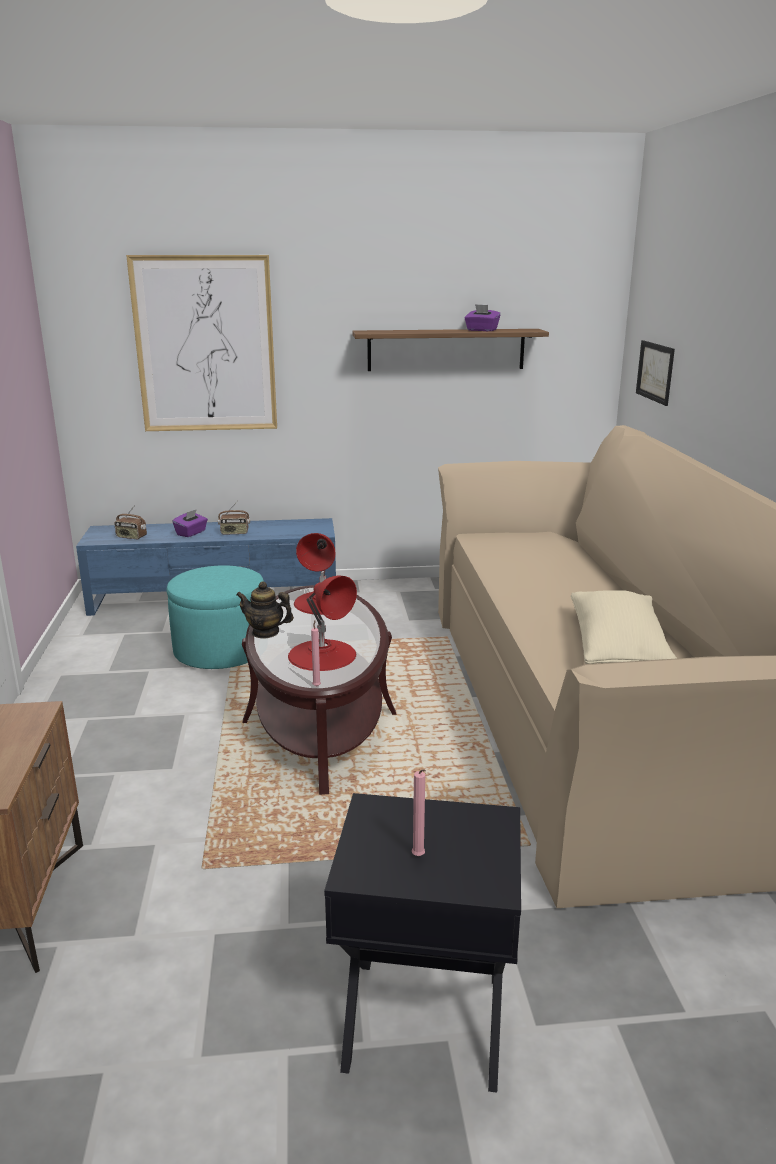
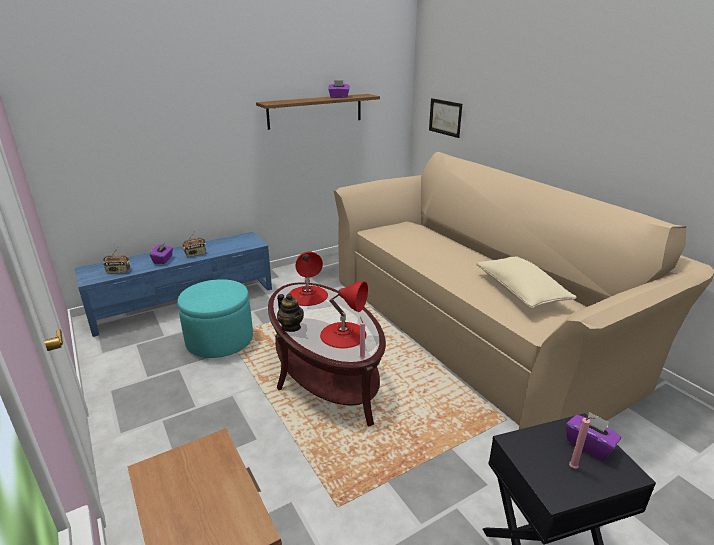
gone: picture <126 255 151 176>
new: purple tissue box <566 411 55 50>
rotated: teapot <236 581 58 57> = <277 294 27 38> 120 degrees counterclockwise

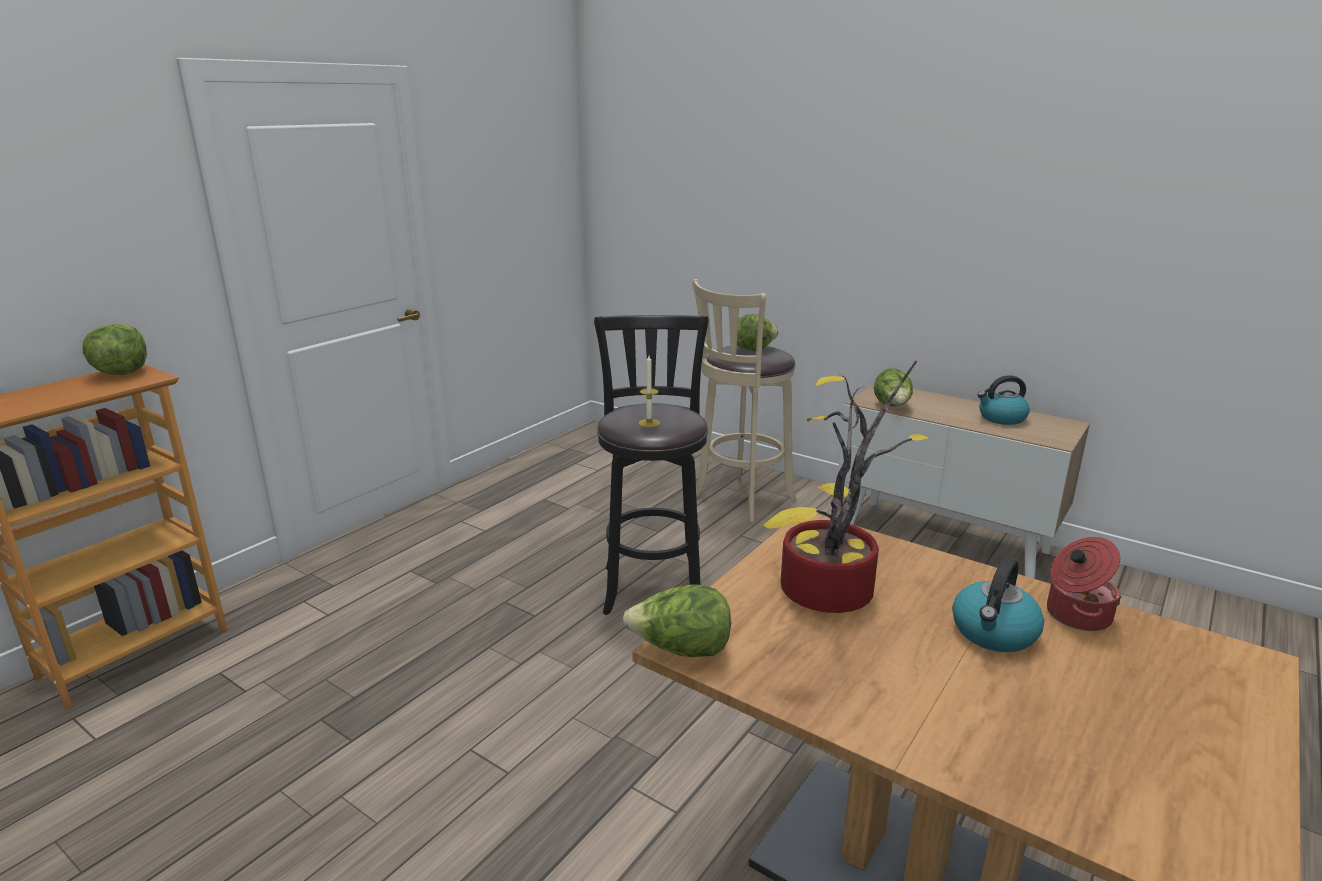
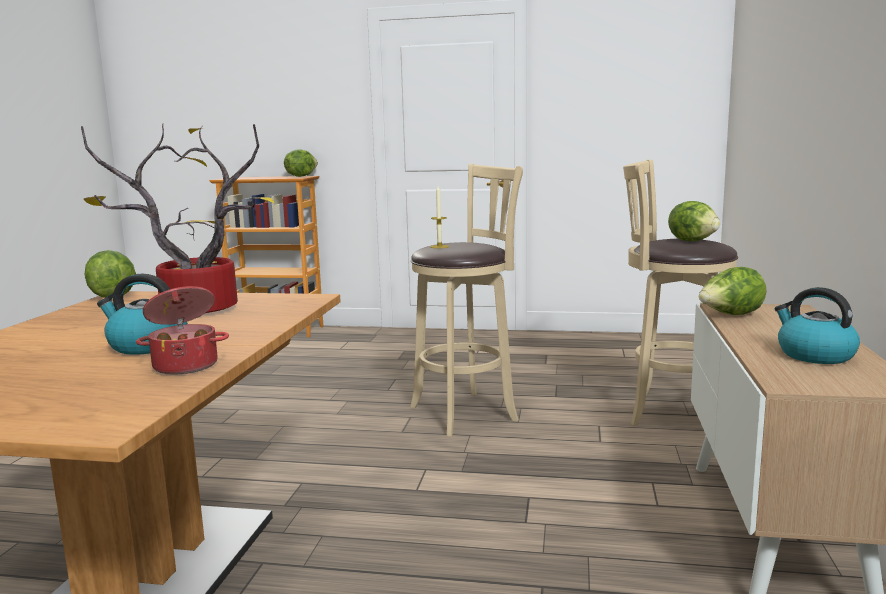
repainted: black stool <594 315 115 300> to beige stool <410 164 113 273>

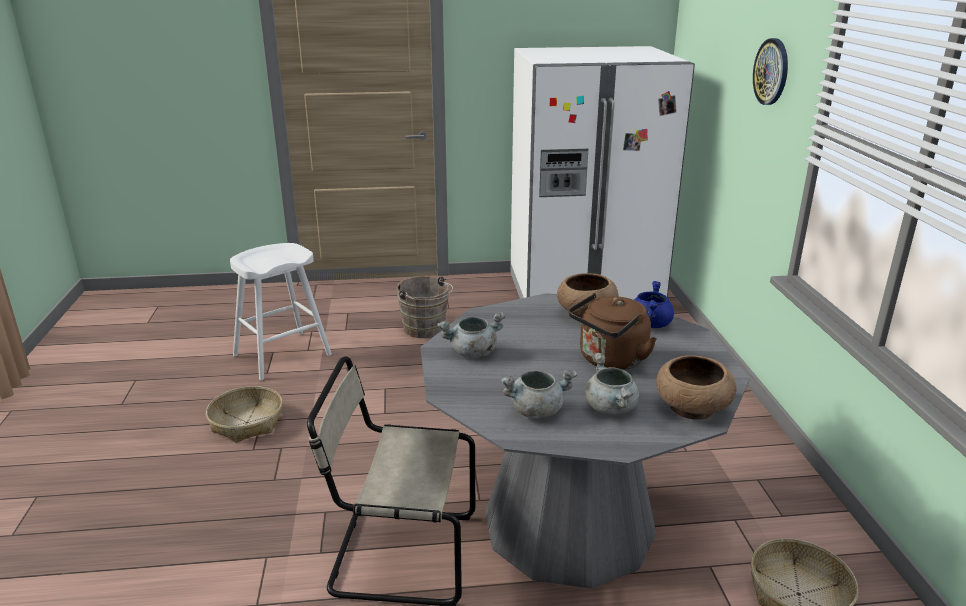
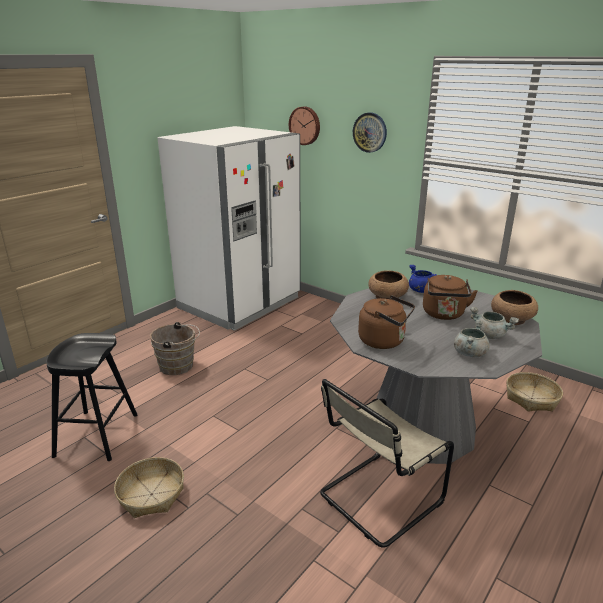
new: wall clock <289 107 31 38>
swapped: grey cooking pot <437 312 68 46> to brown kettle <358 295 57 54>
repainted: white stool <230 243 102 137> to black stool <46 333 92 128>

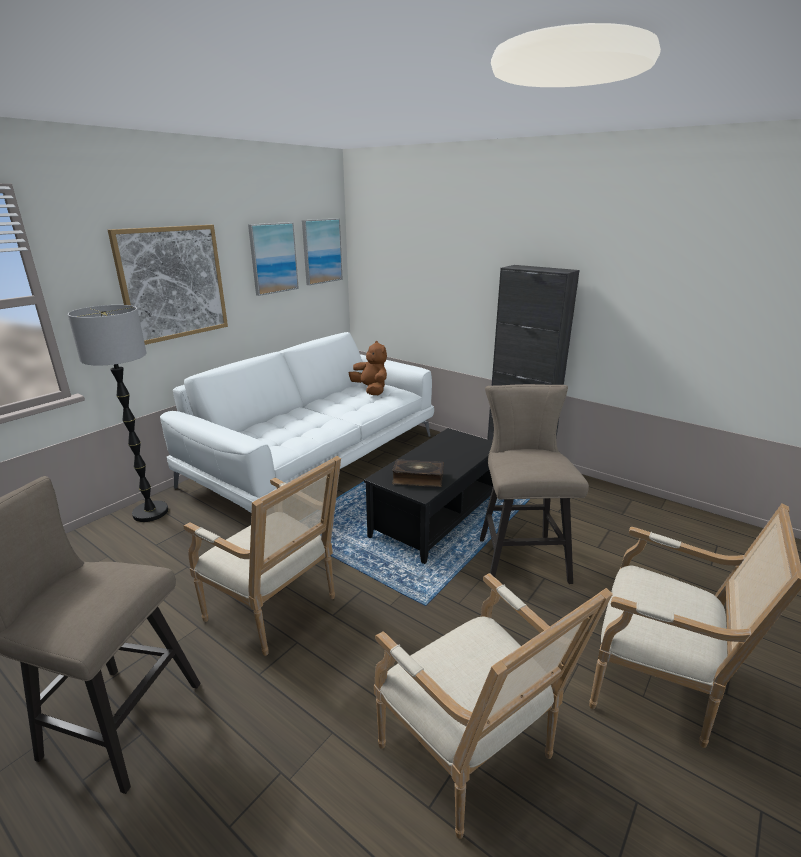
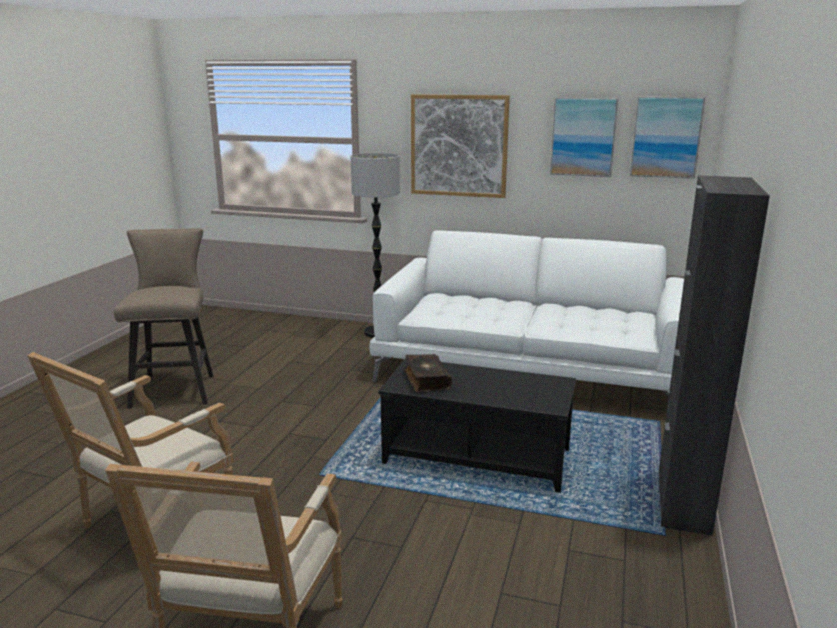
gone: brown plush toy <349 341 38 54>; beige stool <480 384 109 200>; armchair <183 456 158 200>

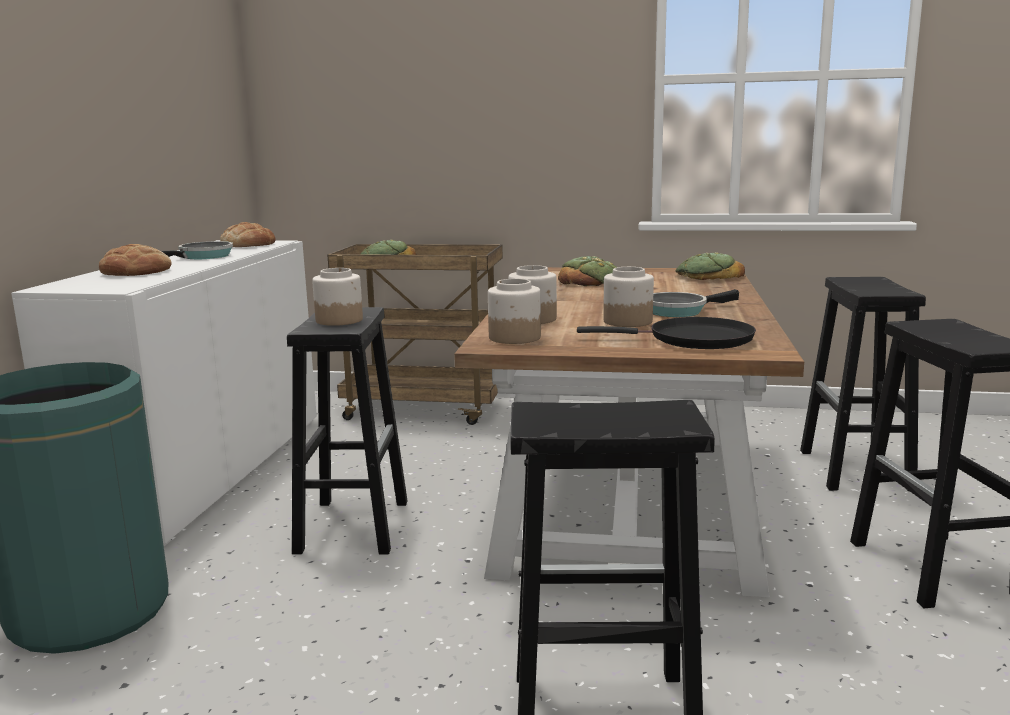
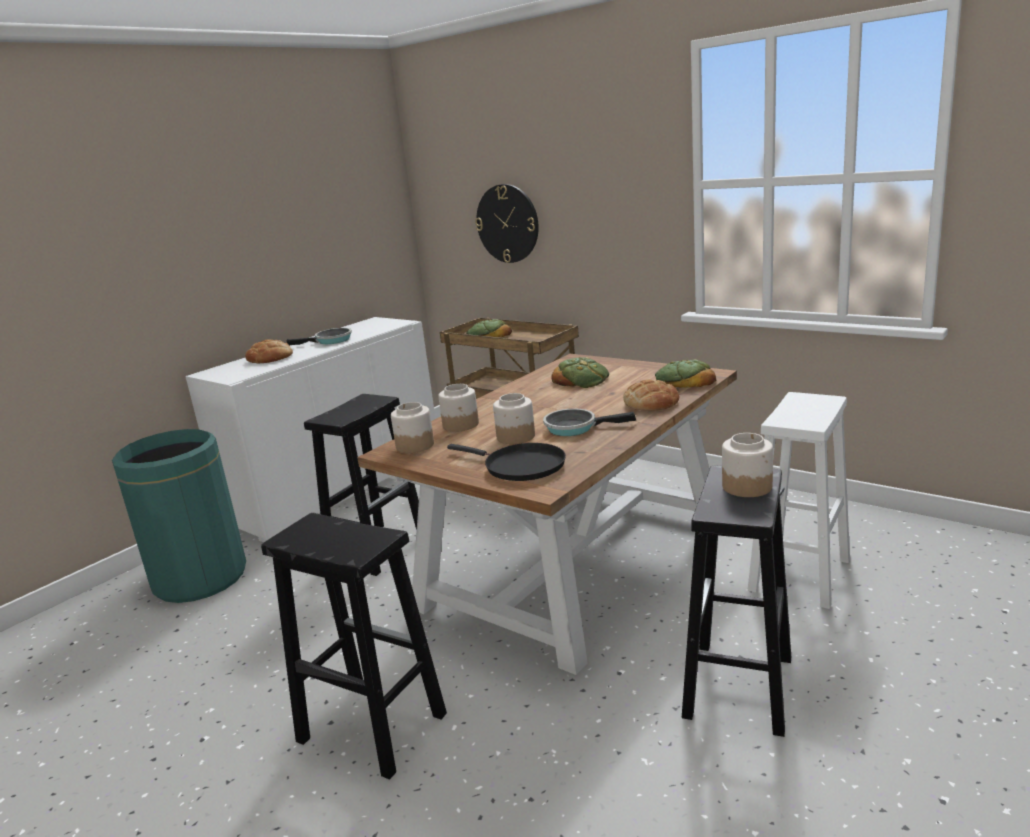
new: wall clock <475 184 64 79>
shifted: bread <220 222 56 25> to <623 379 56 32>; jar <312 268 51 58> to <722 433 51 64>
repainted: black stool <800 277 126 214> to white stool <748 392 102 217>

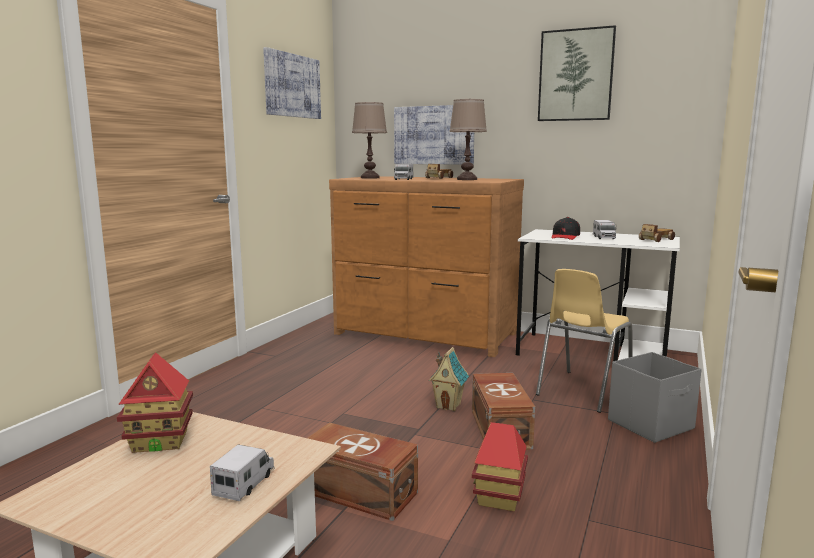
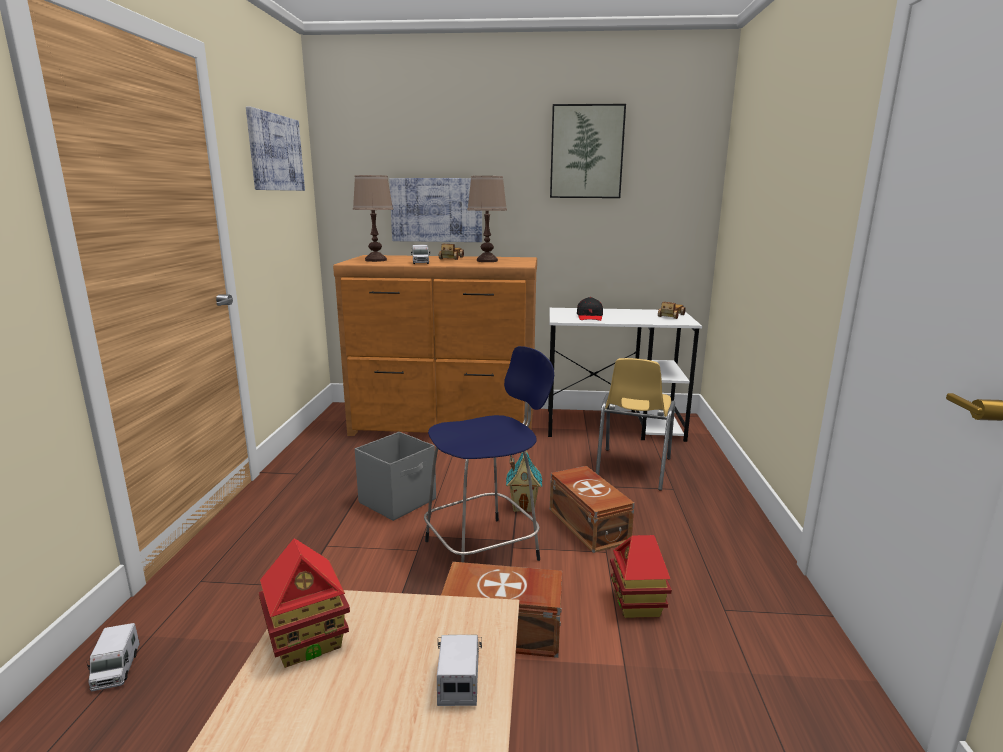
new: blue stool <424 346 130 216>
shifted: toy truck <593 220 23 19> to <86 623 54 68>; grey storage box <608 352 94 91> to <355 432 81 89>

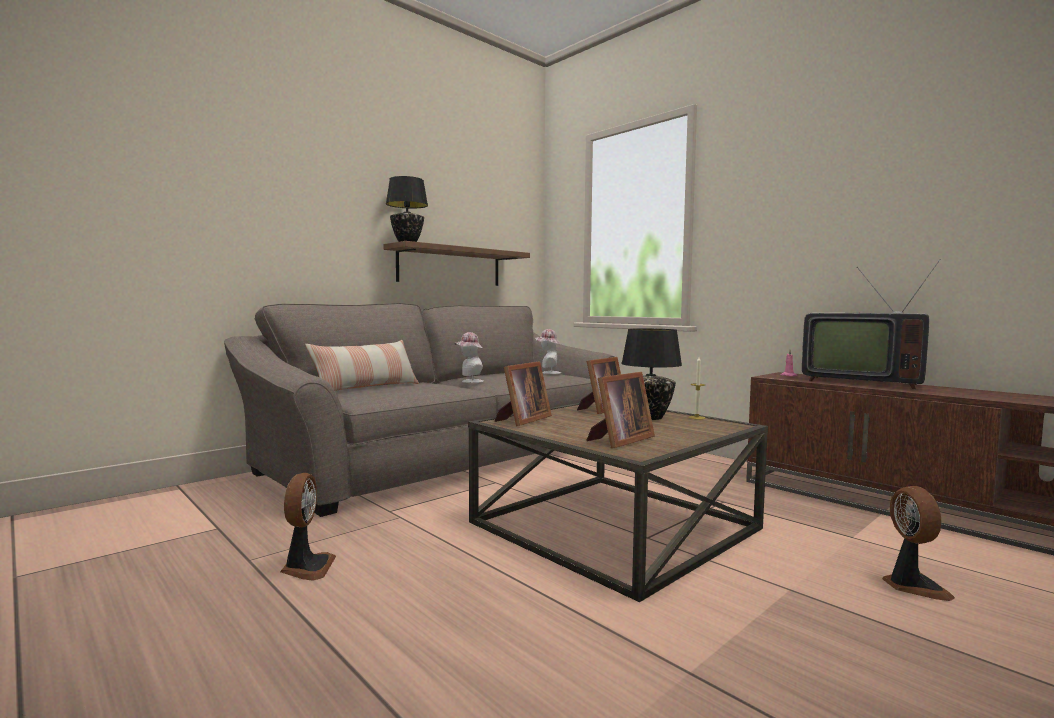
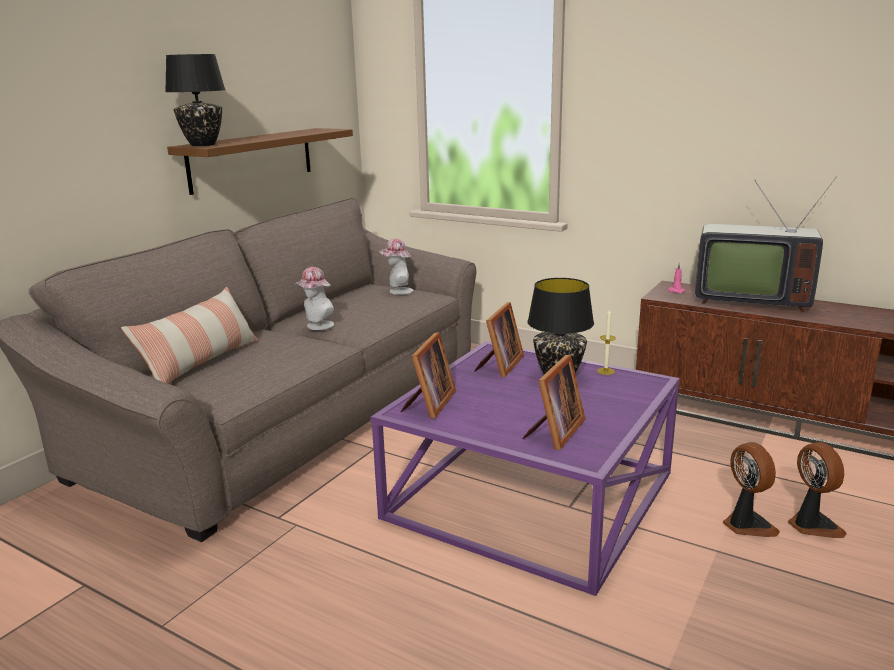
shifted: fan <280 473 56 107> to <723 442 57 95>
repainted: brown coffee table <468 402 300 200> to purple coffee table <371 341 308 255>

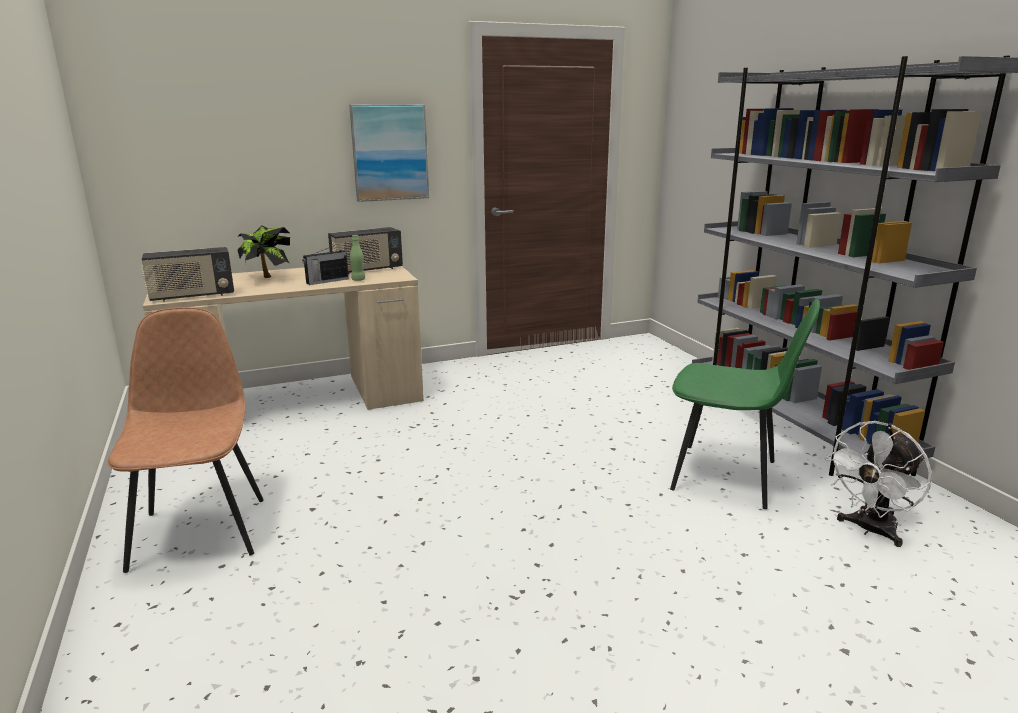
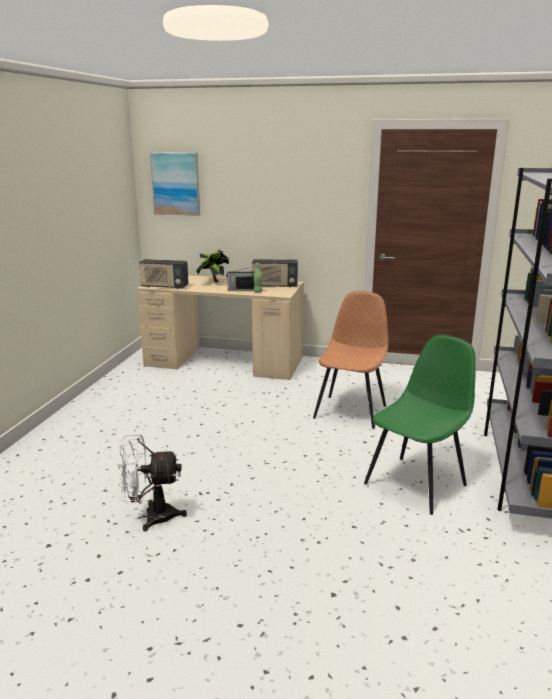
shifted: picture <349 104 80 98> to <150 152 50 64>; brown chair <107 307 157 266> to <313 291 75 138>; white fan <825 421 107 126> to <118 434 69 98>
rotated: green chair <670 298 150 211> = <364 335 112 180> 105 degrees counterclockwise

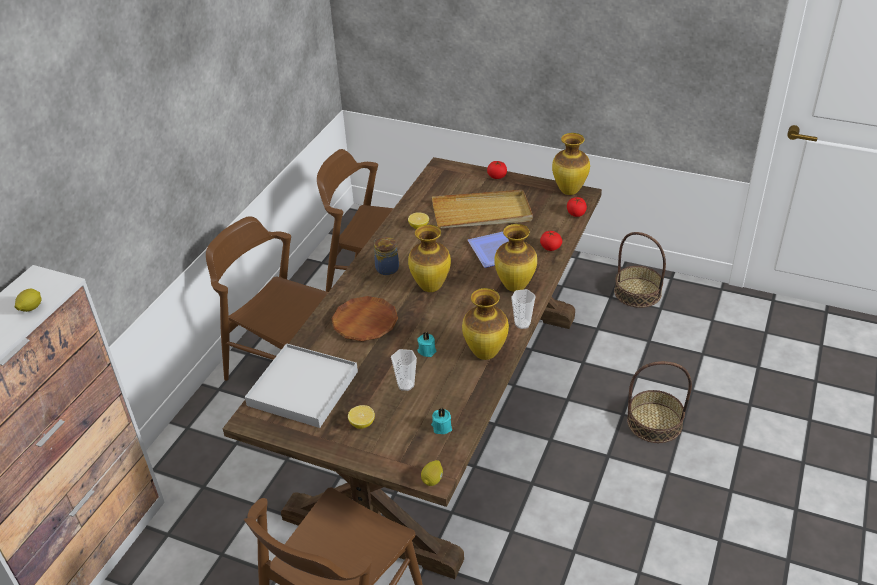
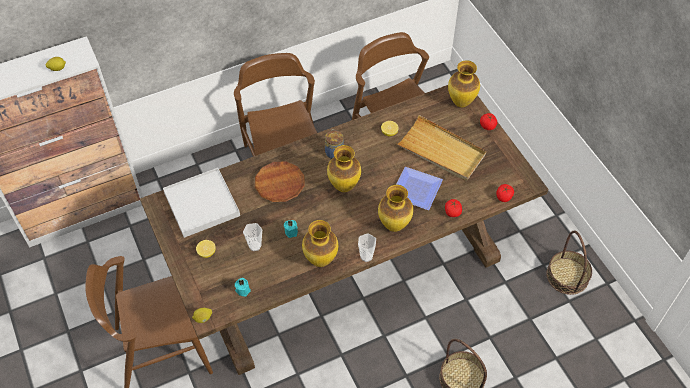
shifted: vase <552 133 38 62> to <448 60 32 47>

